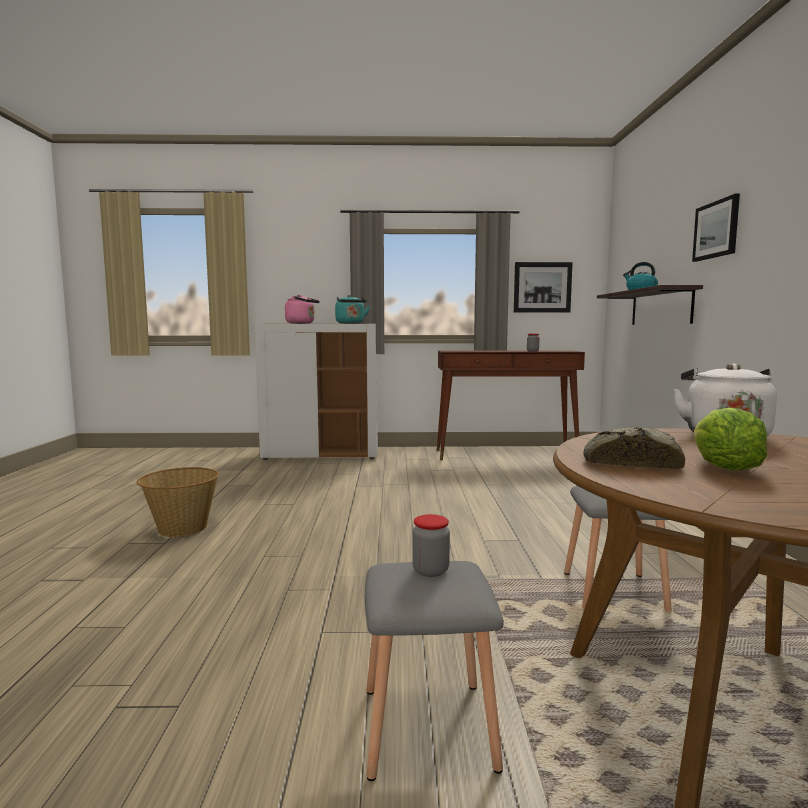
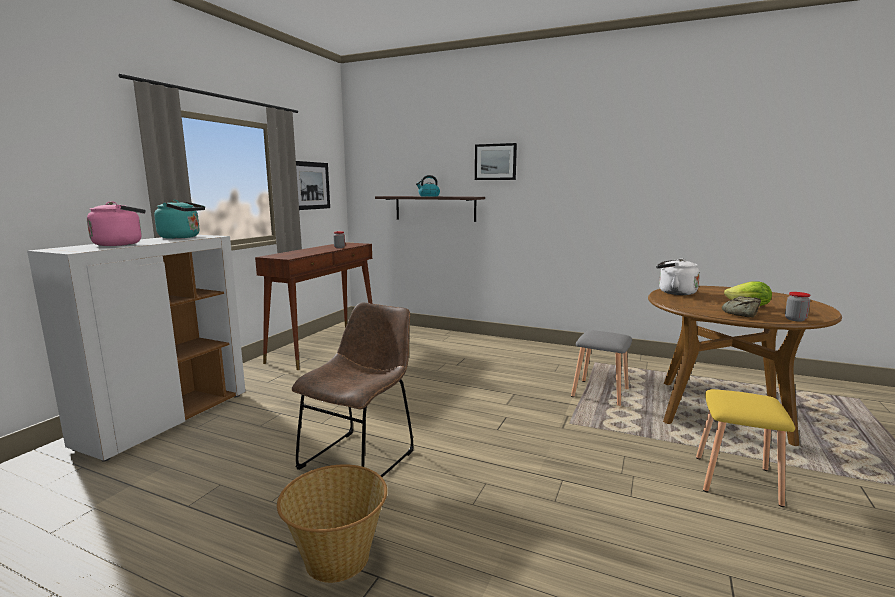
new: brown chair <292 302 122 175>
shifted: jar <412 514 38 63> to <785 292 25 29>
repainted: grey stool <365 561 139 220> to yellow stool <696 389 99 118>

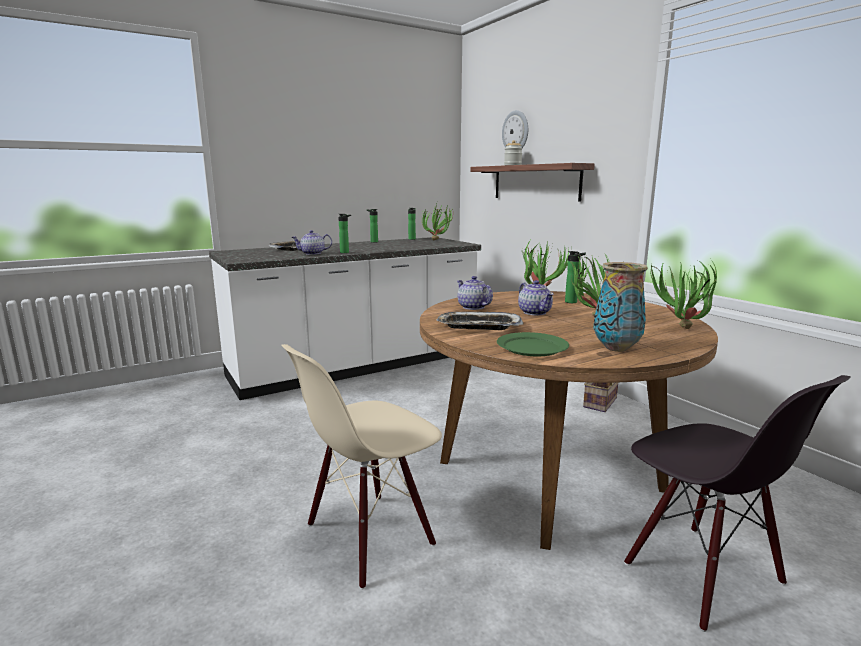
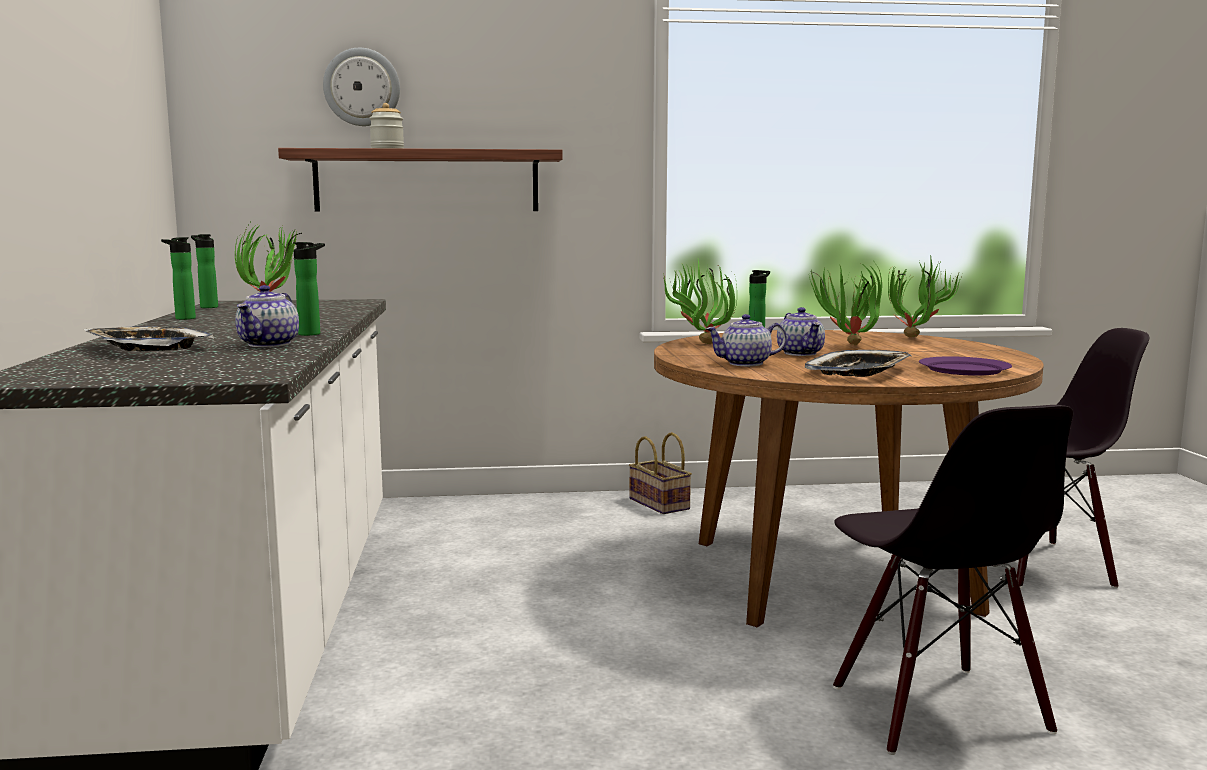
gone: vase <594 262 54 90>
repainted: green plate <497 332 72 24> to purple plate <919 356 93 20>; beige chair <281 344 161 246> to black chair <833 405 240 350>
rotated: teapot <518 280 36 35> = <777 307 48 49> 75 degrees clockwise

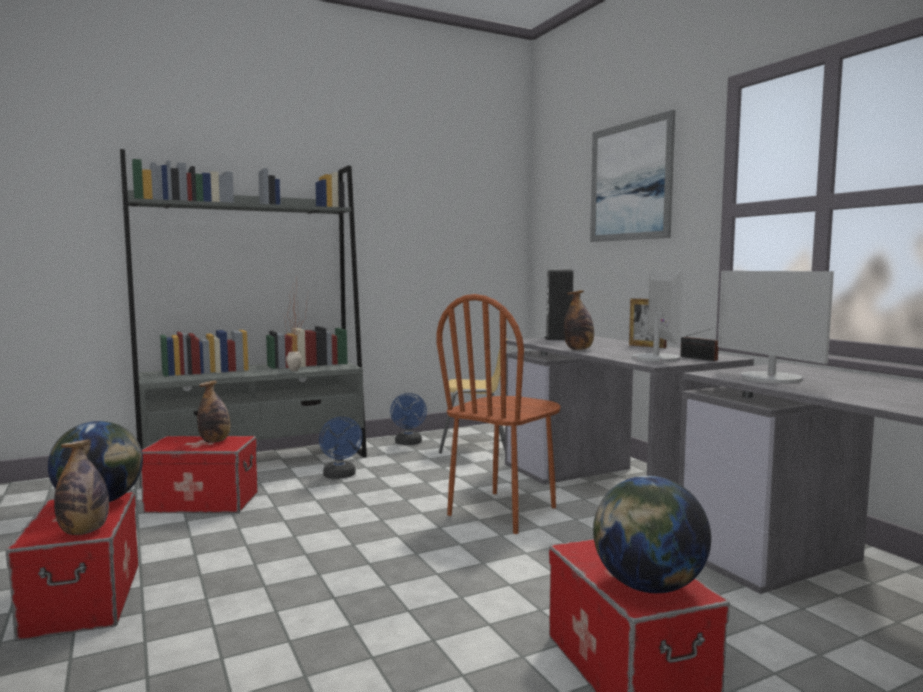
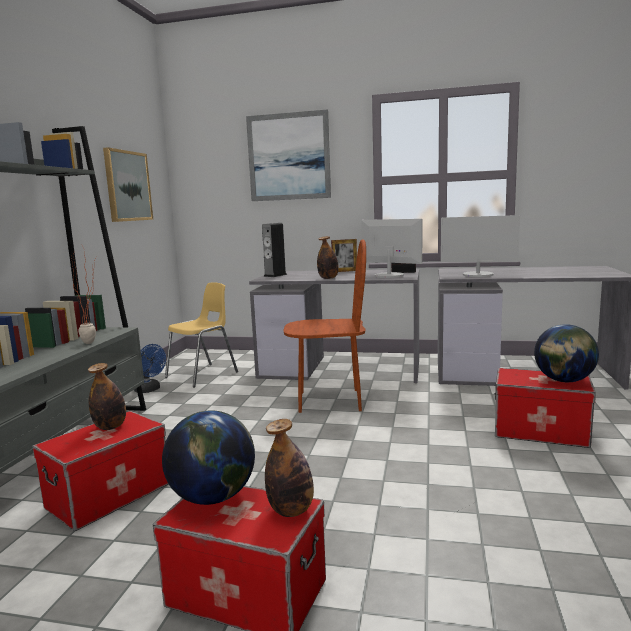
gone: blue fan <319 417 44 62>
new: picture <103 147 50 75>
rotated: brown chair <436 294 125 240> = <283 240 83 173> 75 degrees counterclockwise

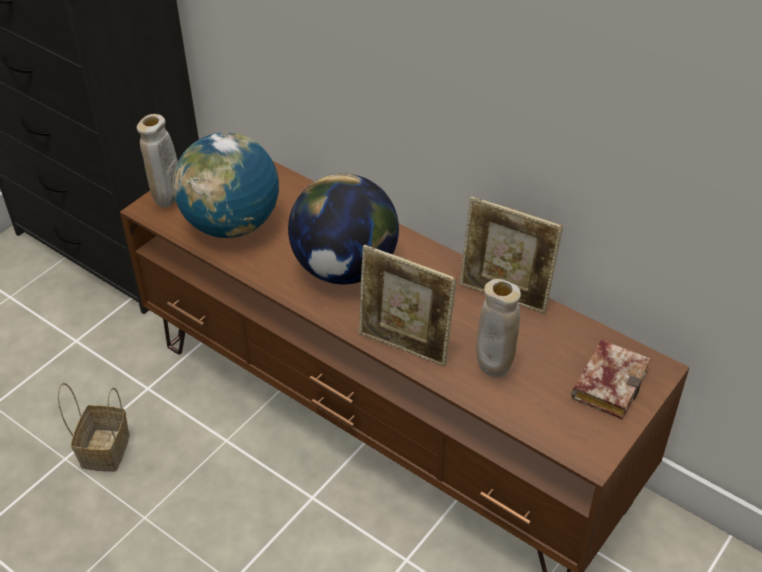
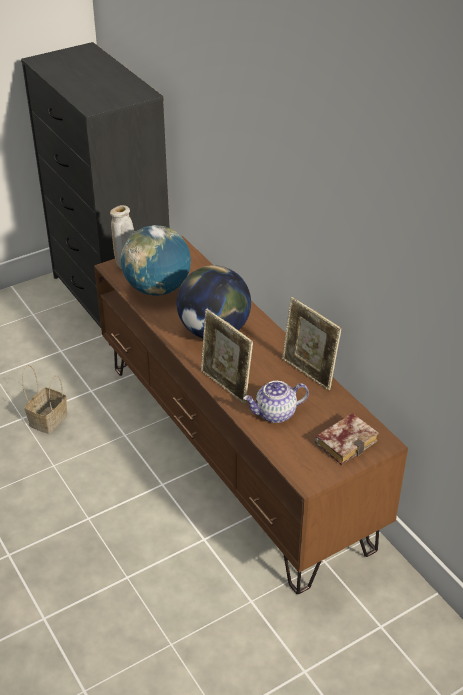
swapped: beige vase <476 279 45 98> to teapot <243 381 66 42>

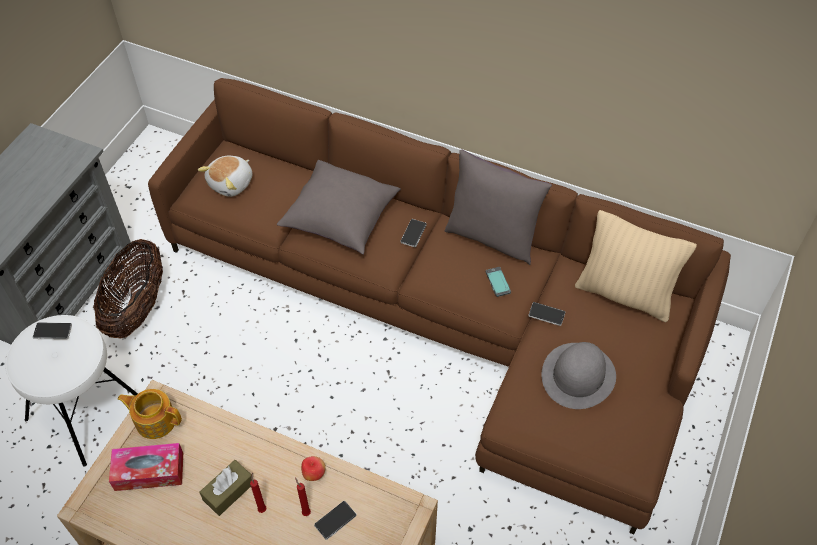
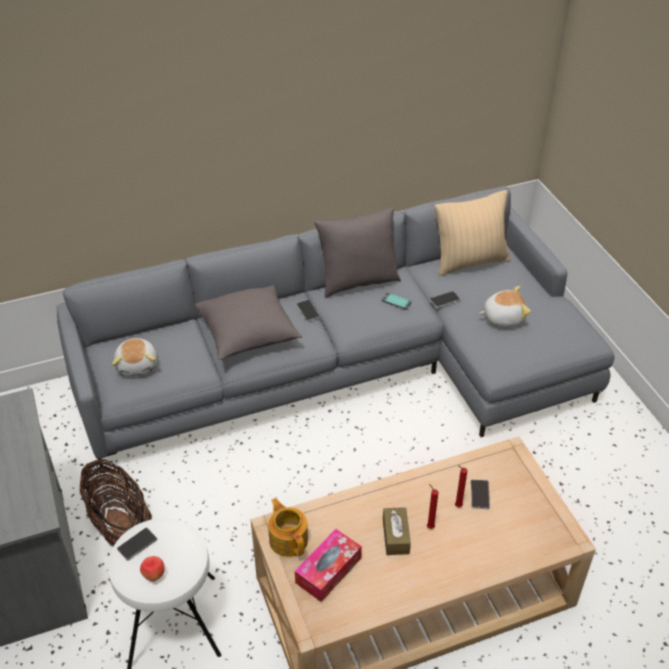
shifted: apple <301 456 25 25> to <140 556 25 26>
swapped: grey hat <542 342 74 67> to plush toy <479 286 52 41>
repainted: brown sofa <148 78 583 457> to grey sofa <56 186 558 281>
rotated: teapot <118 389 64 50> = <268 498 40 59> 90 degrees clockwise

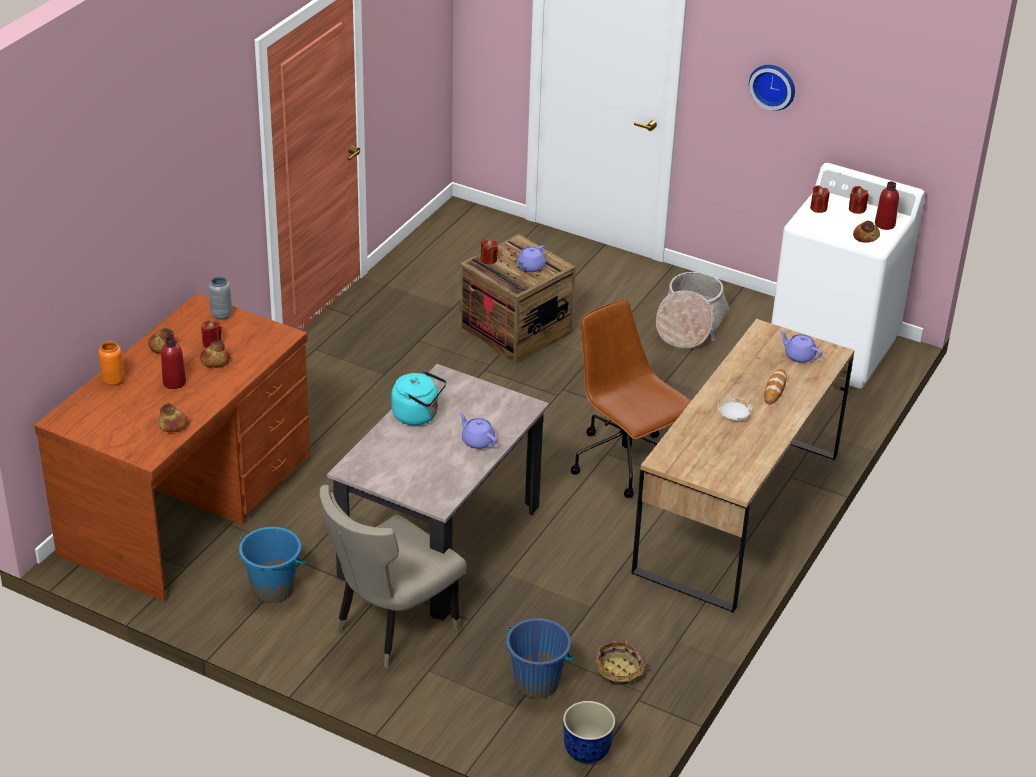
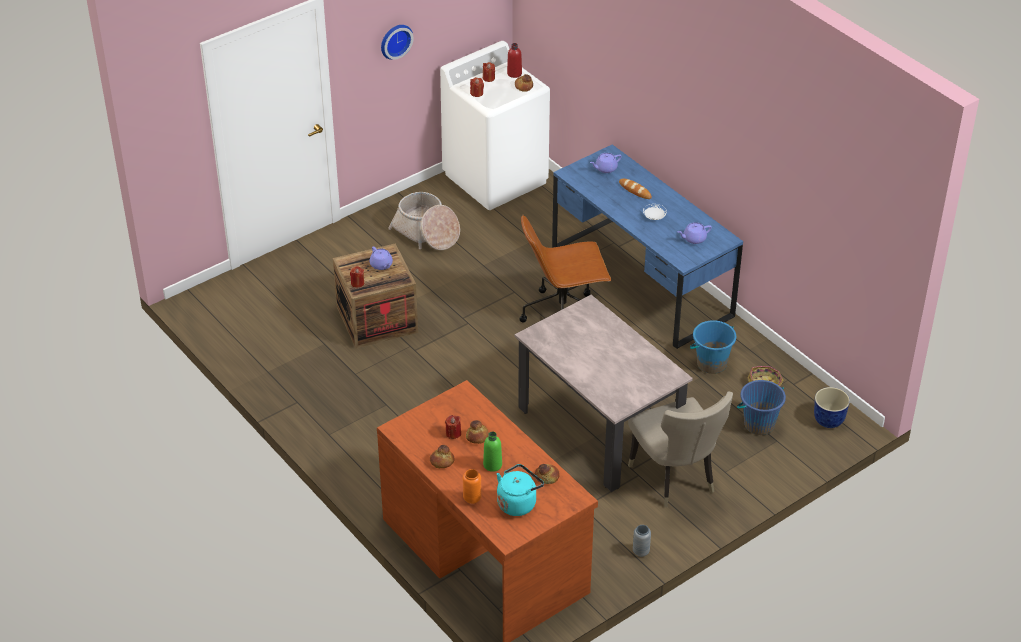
shifted: grey vase <209 276 23 44> to <633 525 18 32>; turquoise kettle <391 370 55 55> to <497 464 47 52>; purple teapot <459 412 37 37> to <678 222 34 22>; blue bucket <239 527 66 76> to <690 320 46 54>
repainted: brown desk <632 319 223 294> to blue desk <552 144 191 205>; red bottle <161 336 25 53> to green bottle <483 432 19 40>

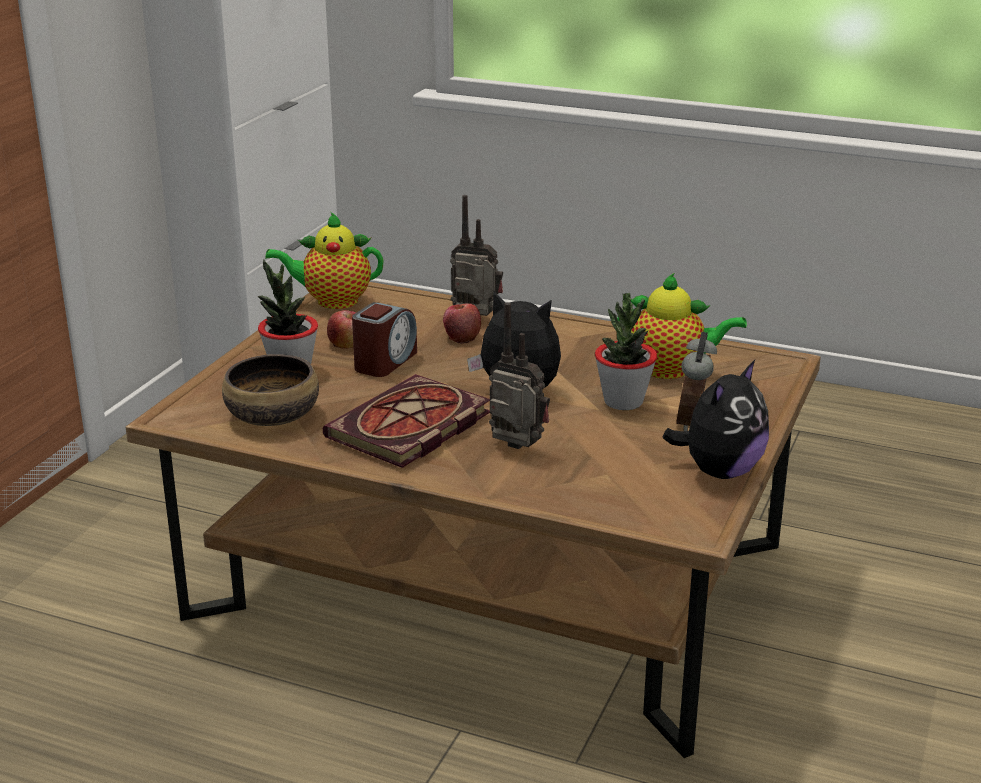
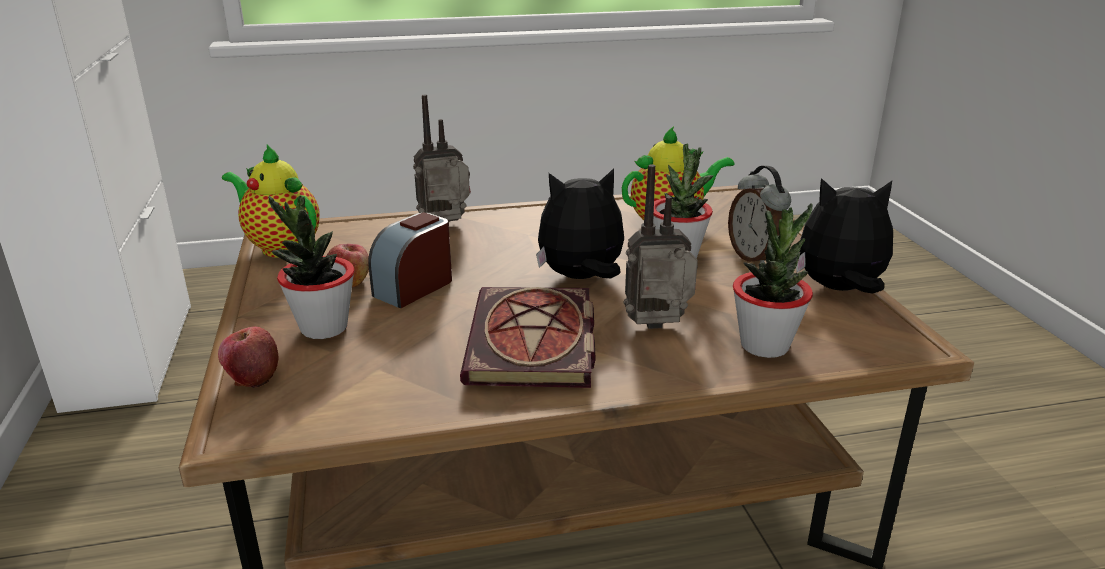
gone: bowl <222 354 97 72>
new: potted plant <733 203 80 155>
shifted: apple <443 303 38 41> to <218 326 60 62>
rotated: teapot <265 212 119 97> = <222 144 98 114> 75 degrees clockwise; alarm clock <352 302 65 75> = <368 212 84 96> 135 degrees counterclockwise; plush toy <663 360 106 119> = <796 178 97 116> 90 degrees counterclockwise

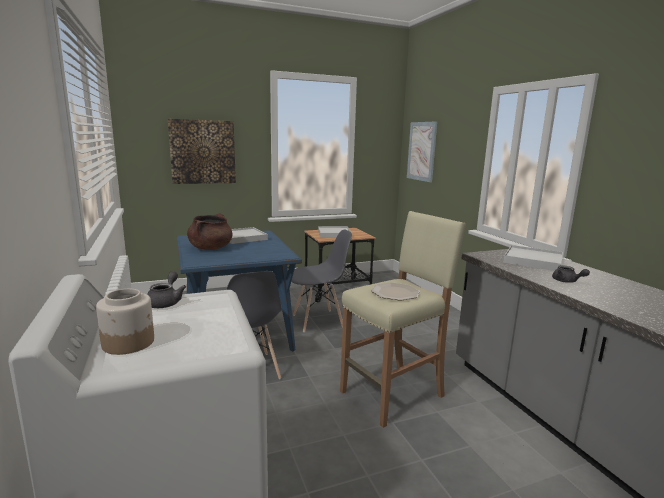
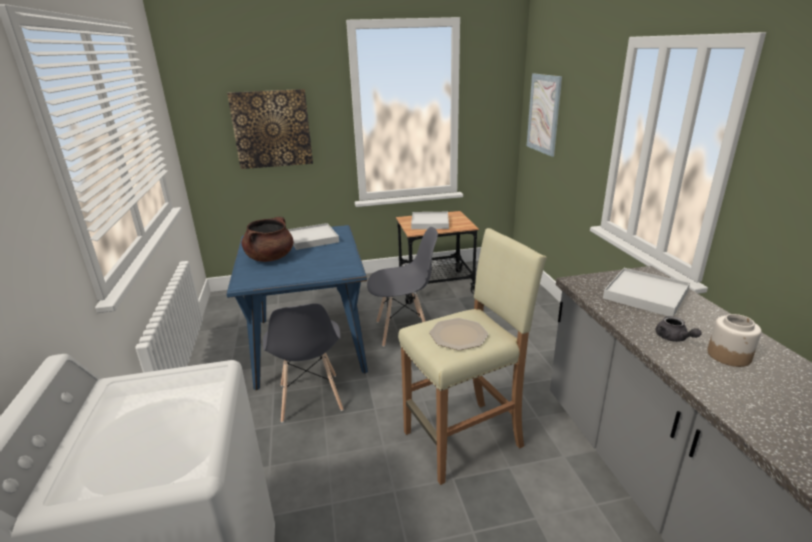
gone: grey teapot <147 271 39 37>
shifted: jar <96 289 58 66> to <707 314 55 53>

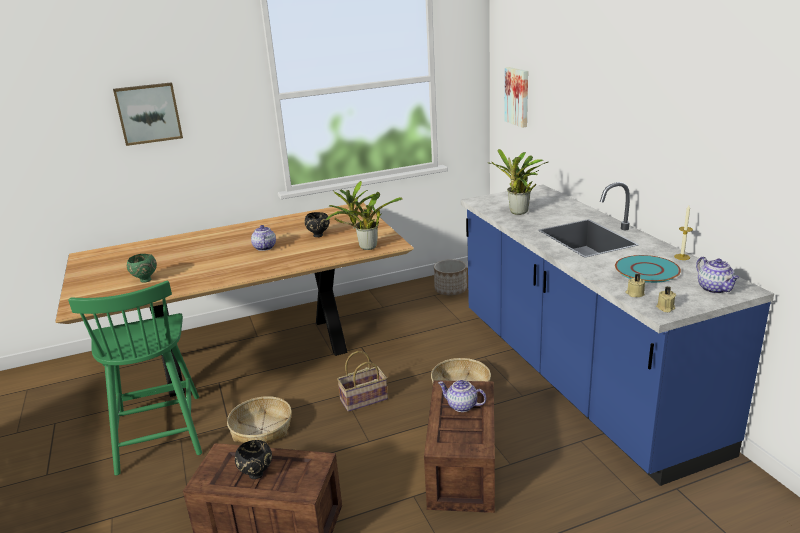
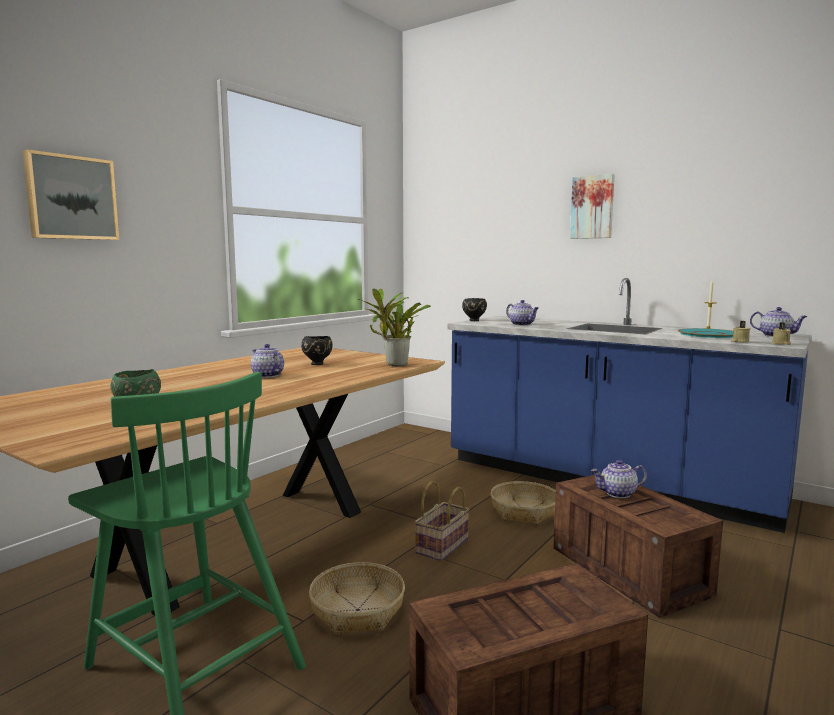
gone: planter <434 259 33 36>
shifted: picture <504 67 24 61> to <570 174 45 65>; black bowl <235 440 37 39> to <462 298 25 23>
swapped: potted plant <488 149 61 66> to teapot <506 300 33 26>

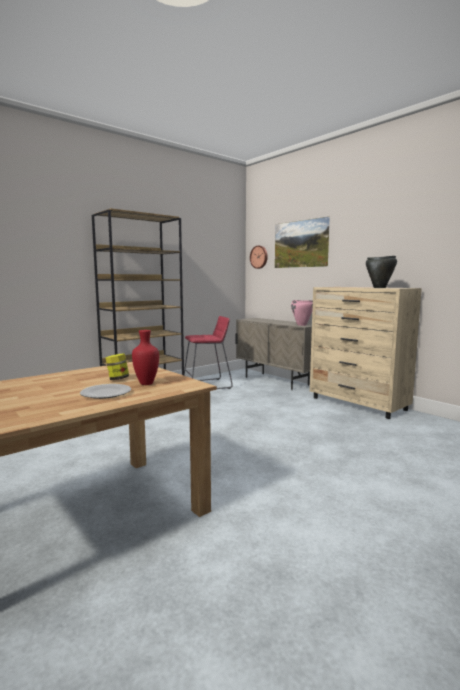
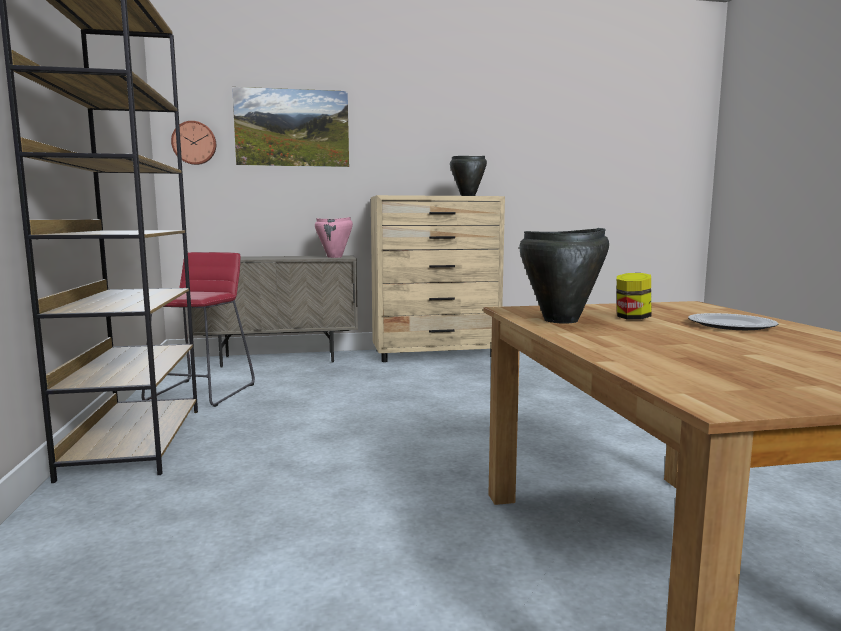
gone: red vase <132 330 27 55>
new: black cooking pot <519 228 90 96>

